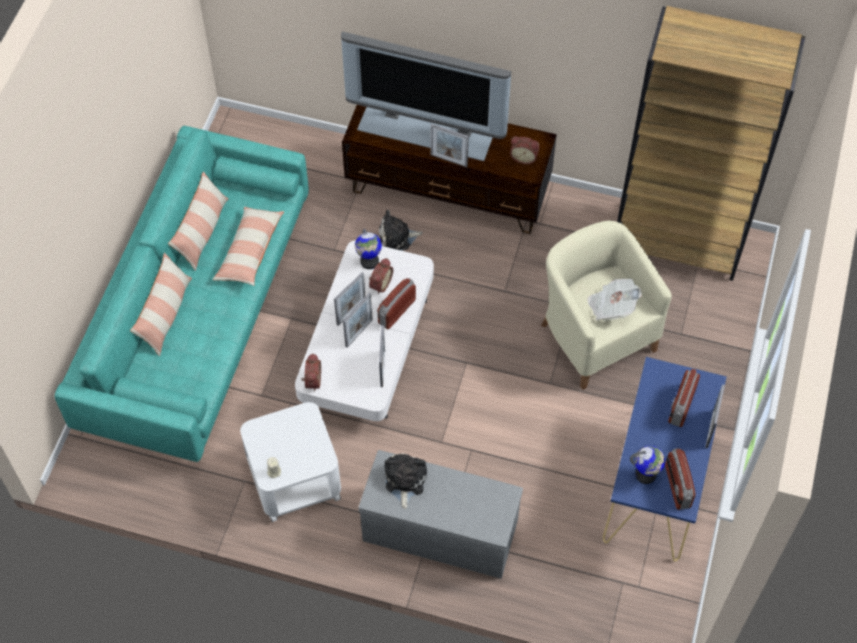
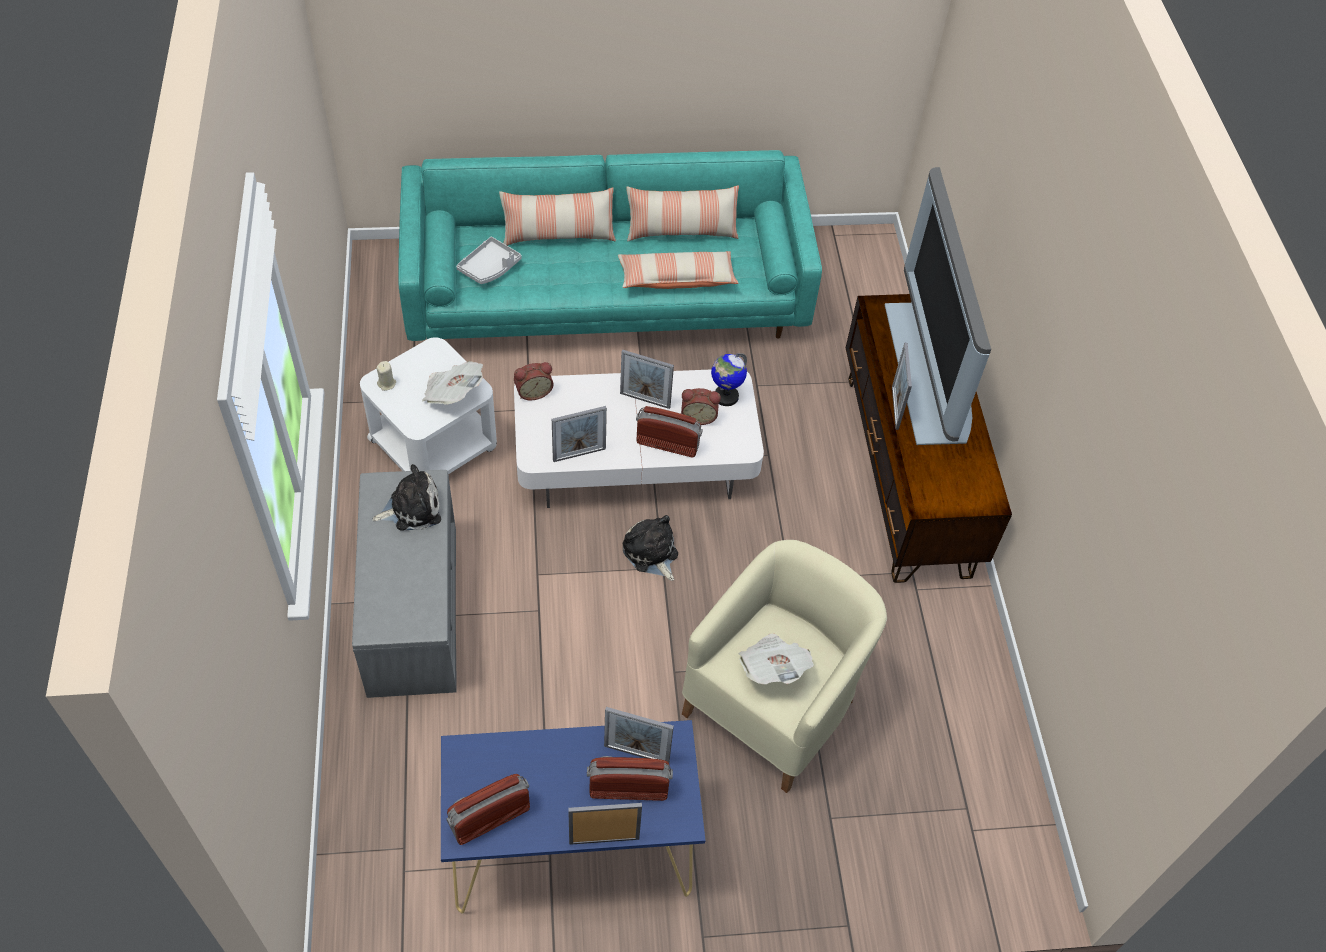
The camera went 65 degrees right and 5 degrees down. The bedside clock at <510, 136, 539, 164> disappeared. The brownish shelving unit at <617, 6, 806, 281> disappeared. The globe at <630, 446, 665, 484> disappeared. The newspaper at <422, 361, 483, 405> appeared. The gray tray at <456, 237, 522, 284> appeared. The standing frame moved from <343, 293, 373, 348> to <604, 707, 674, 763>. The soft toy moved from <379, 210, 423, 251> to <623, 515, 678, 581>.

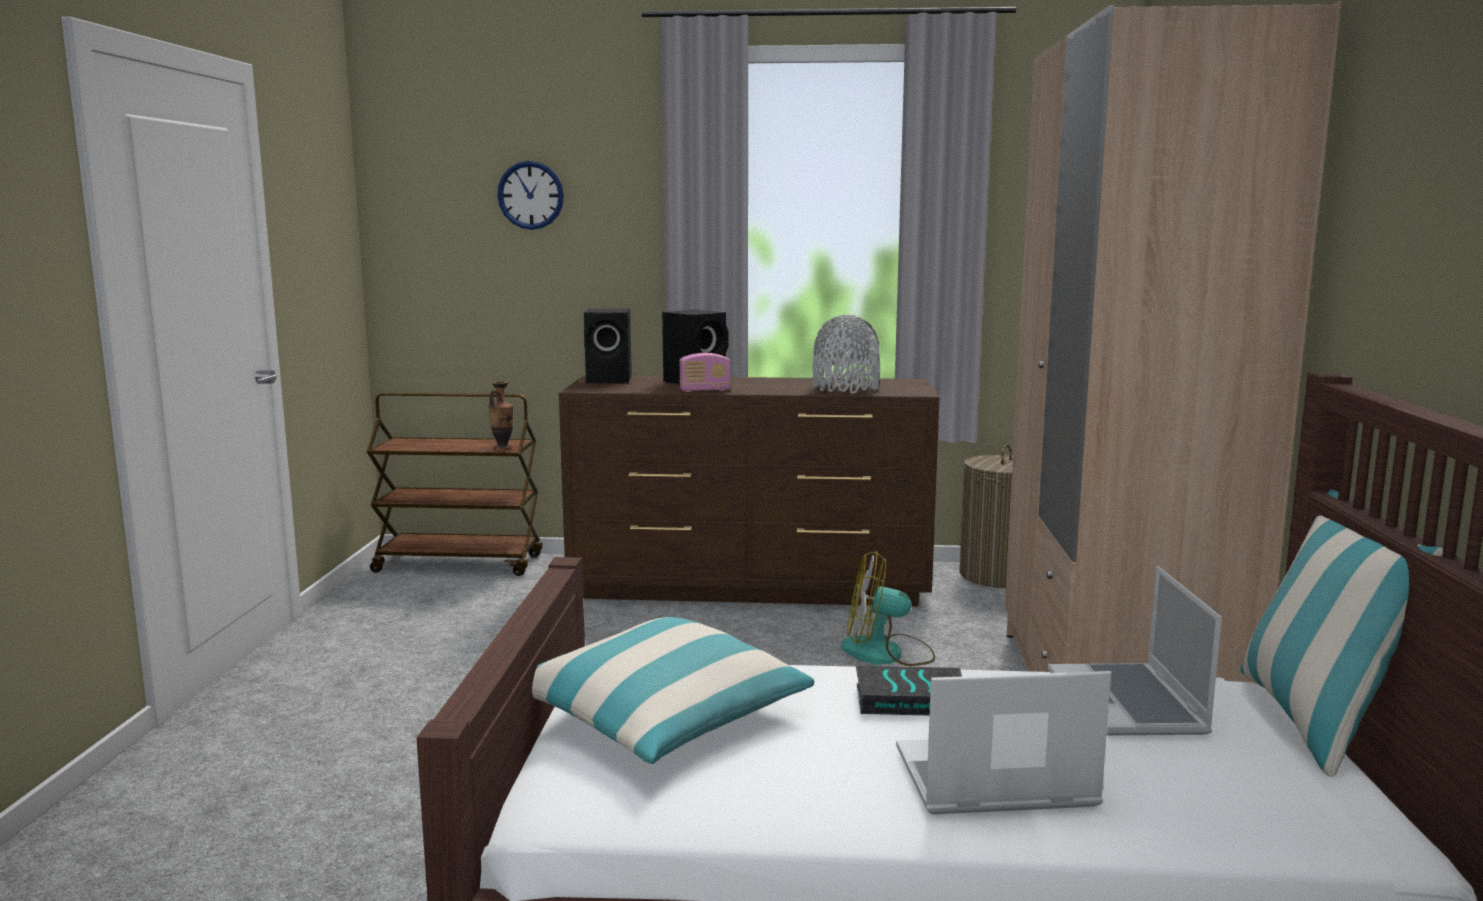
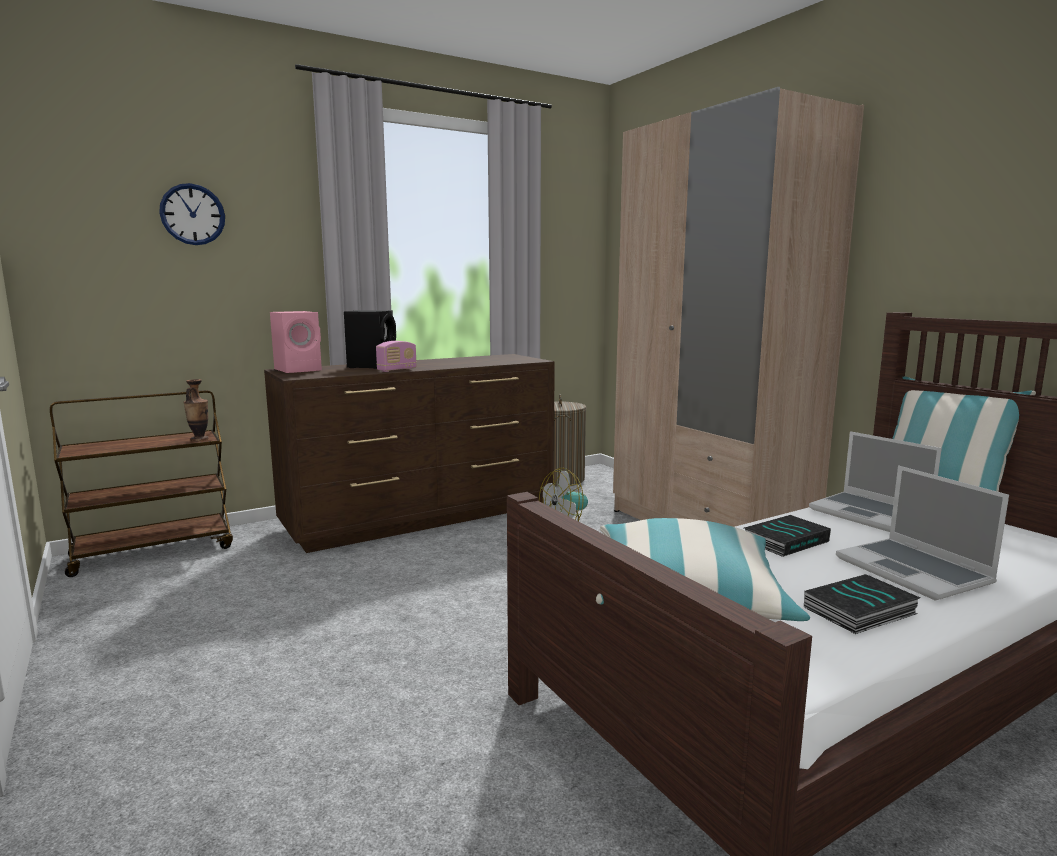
The camera went 35 degrees left and 0 degrees up. The gray decorative vase at <812, 315, 880, 394> disappeared. The bound book at <804, 574, 920, 634> appeared. The black-coloured audio speaker at <584, 309, 632, 383> became the pinkish audio speaker at <270, 311, 322, 373>. The notebook computer at <896, 671, 1111, 814> turned 75 degrees counterclockwise.

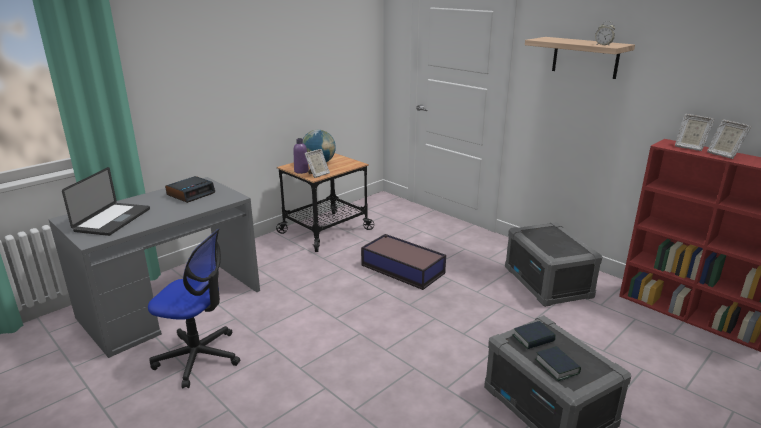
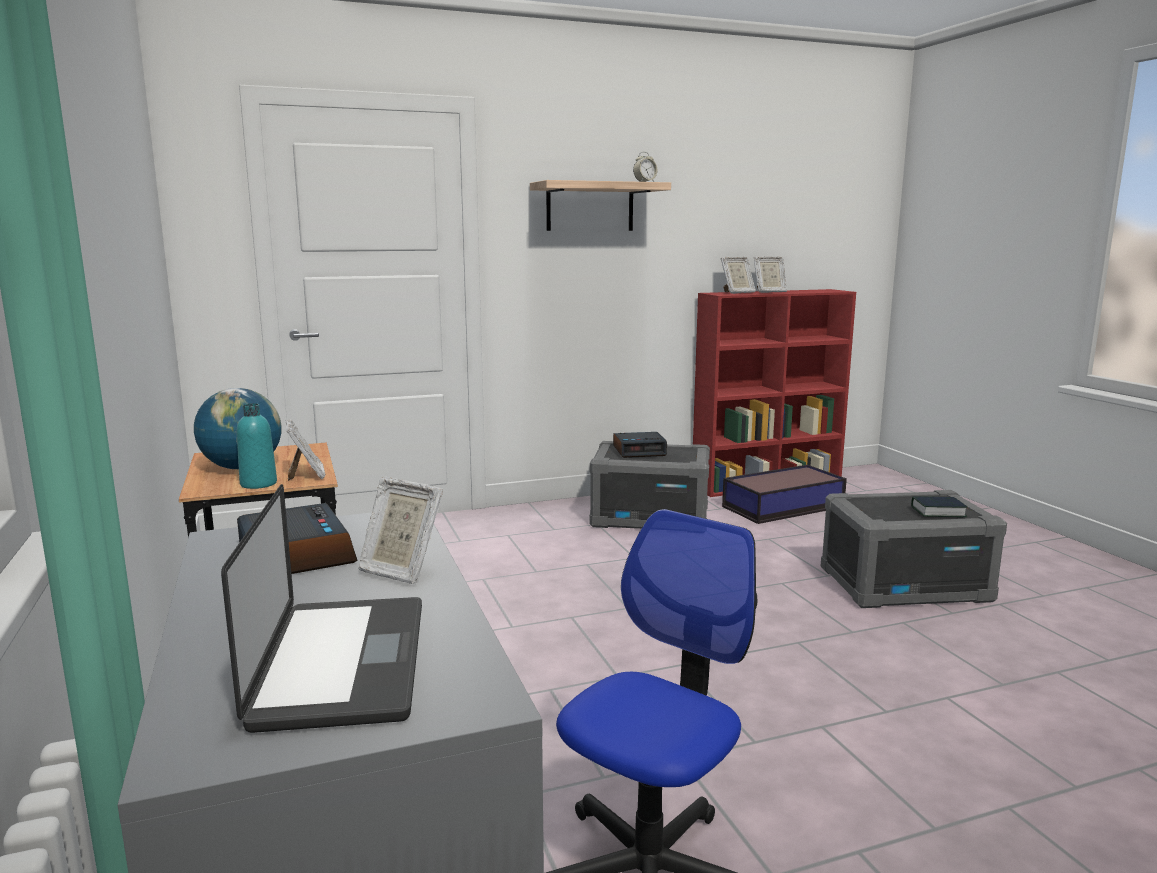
The camera went 65 degrees left and 10 degrees down. The bound book at <512, 321, 556, 349> disappeared. The standing frame at <358, 477, 443, 585> appeared. The bedside clock at <613, 432, 667, 458> appeared. The storage container moved from <361, 234, 446, 290> to <722, 465, 847, 524>. The purple drink bottle at <293, 138, 309, 174> became the blue-green drink bottle at <236, 403, 277, 489>. The notebook computer at <62, 167, 150, 236> turned 45 degrees clockwise.

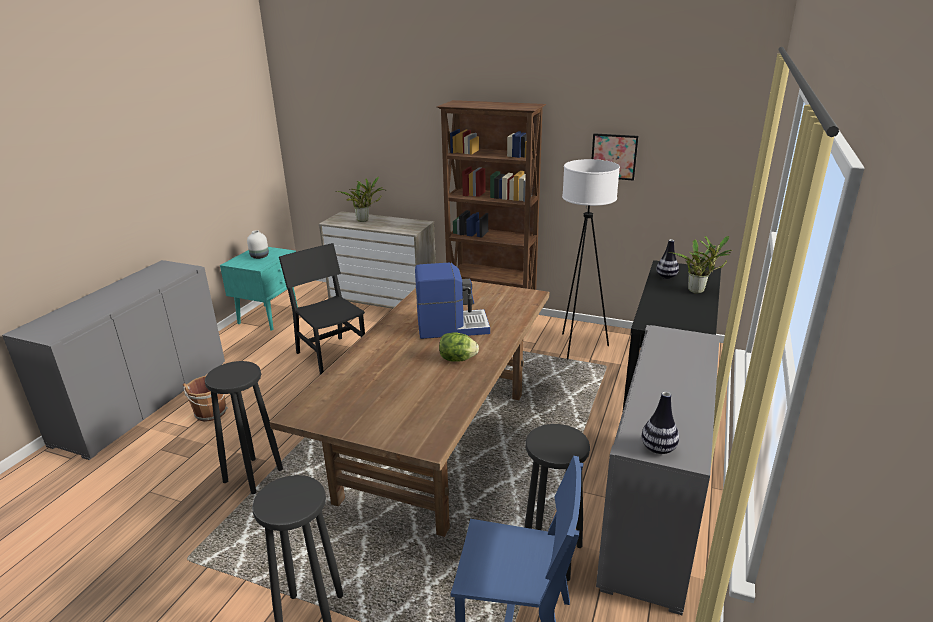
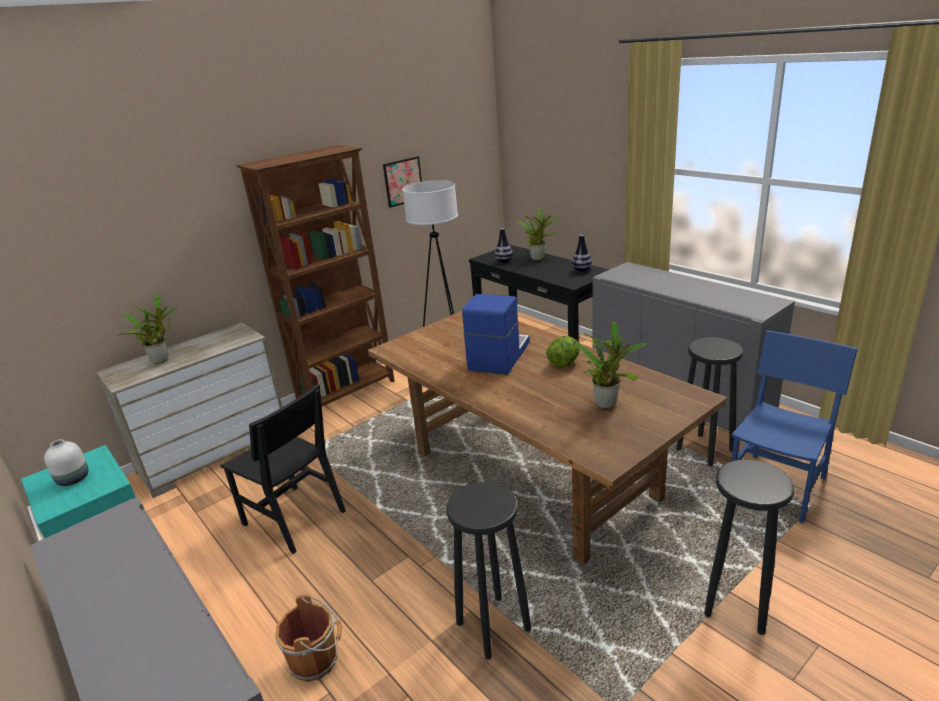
The camera went 60 degrees left and 0 degrees up. The plant in a pot at <576, 321, 646, 409> appeared. The decorative vase moved from <642, 392, 679, 454> to <572, 235, 592, 272>. The black-coloured upright chair at <279, 243, 365, 375> turned 135 degrees counterclockwise.

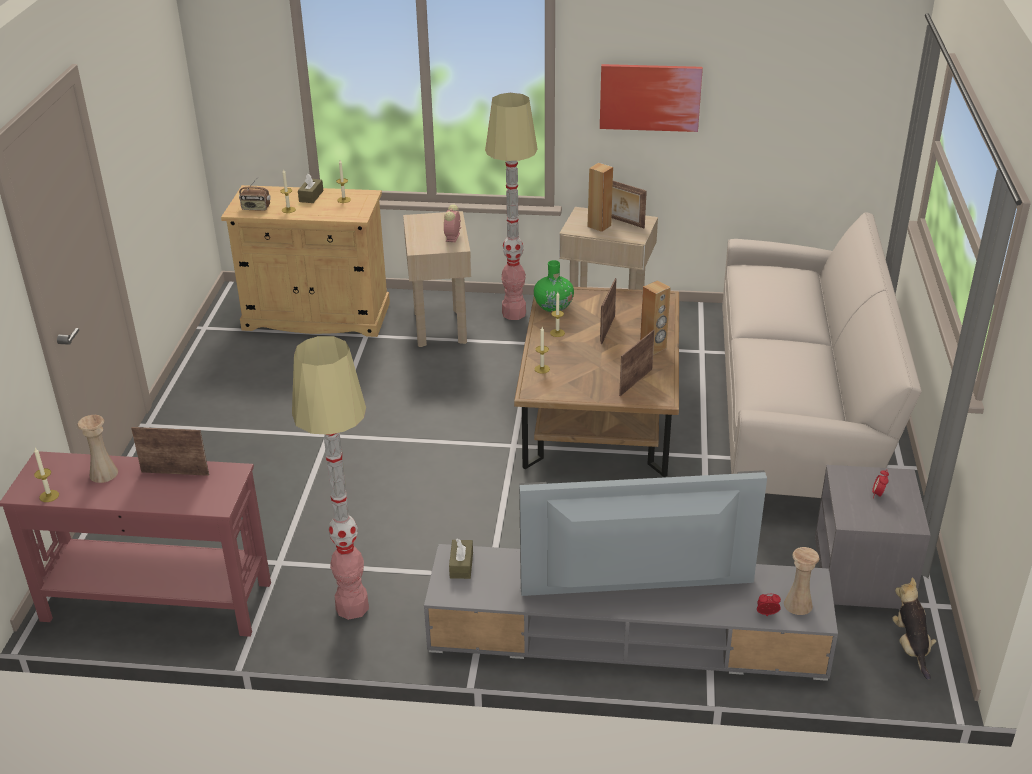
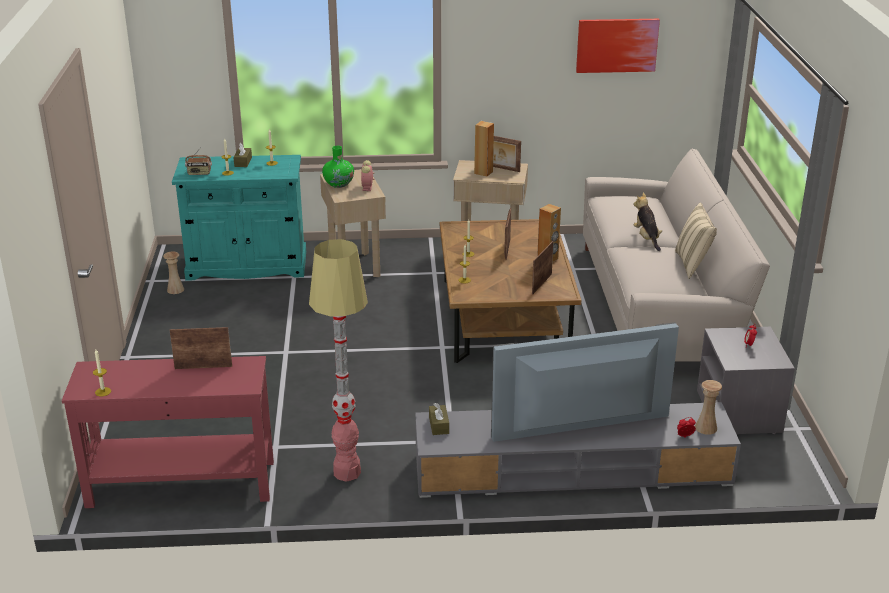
The camera went 10 degrees left and 5 degrees down. The standing lamp at <485, 93, 538, 320> disappeared. The beige cushion at <675, 202, 717, 279> appeared. The beige decorative vase moved from <78, 415, 118, 483> to <163, 252, 184, 294>. The green decorative vase moved from <534, 260, 574, 313> to <322, 146, 354, 188>. The wall art moved from <600, 64, 703, 132> to <576, 19, 660, 73>. The soft toy moved from <892, 577, 936, 680> to <634, 193, 662, 251>. The beige cabinet at <221, 185, 390, 337> became the blue-green cabinet at <172, 155, 306, 281>.

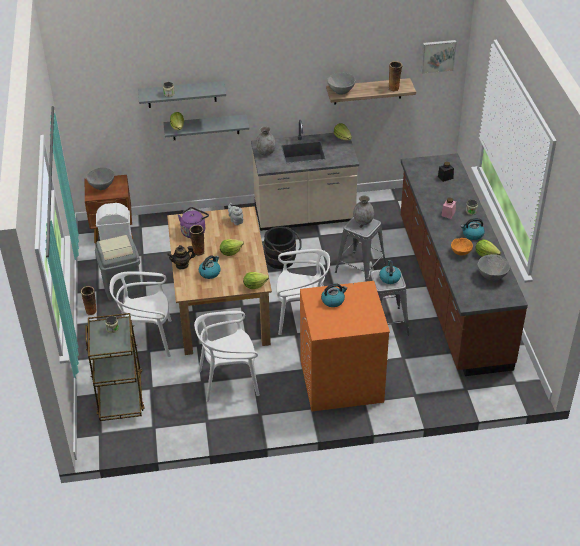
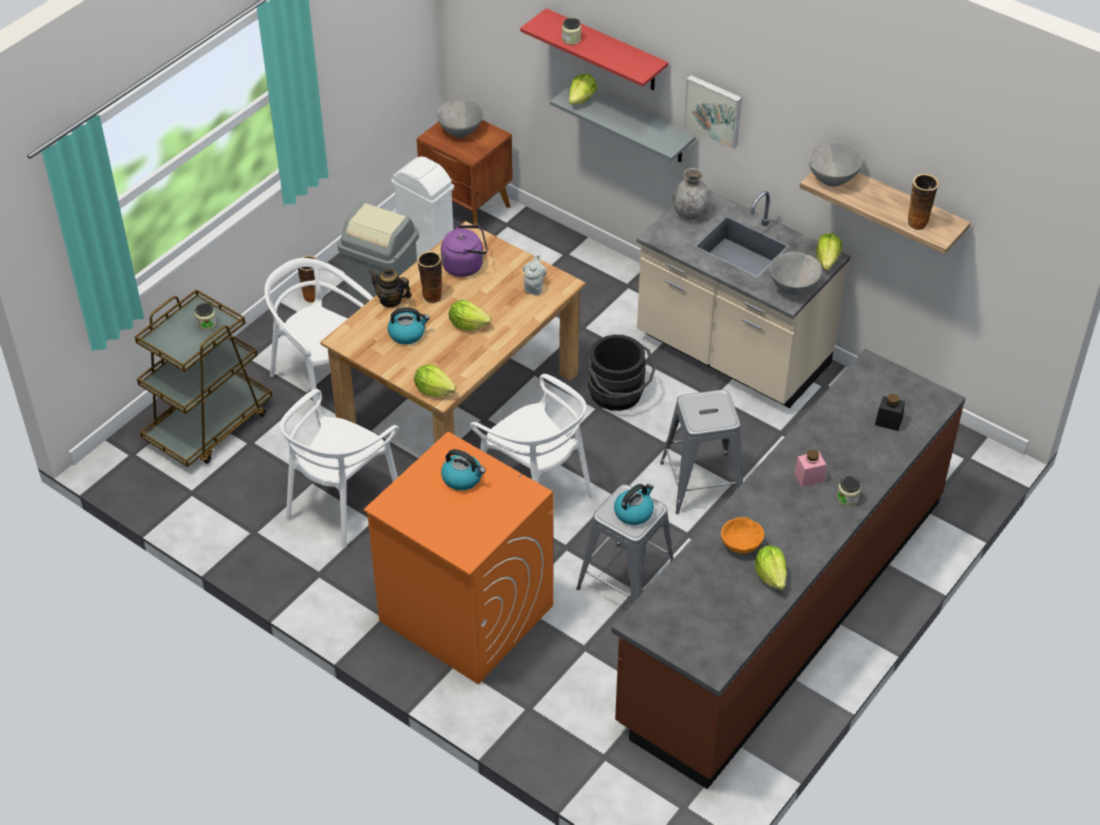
The camera went 45 degrees right and 5 degrees up. The gray decorative vase at <353, 195, 374, 225> disappeared. The water kettle at <461, 218, 485, 240> disappeared. The wall art moved from <421, 40, 457, 74> to <684, 75, 742, 149>. The gray deep dish moved from <477, 254, 510, 281> to <769, 252, 822, 295>. The gray wall shelf at <138, 81, 226, 108> became the red-coloured wall shelf at <520, 8, 668, 90>. The white-coloured upright chair at <194, 311, 260, 402> turned 90 degrees counterclockwise.

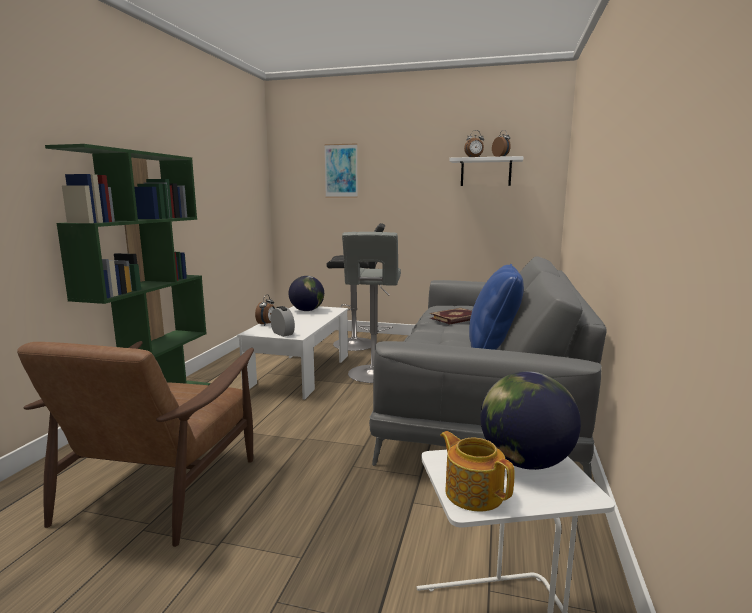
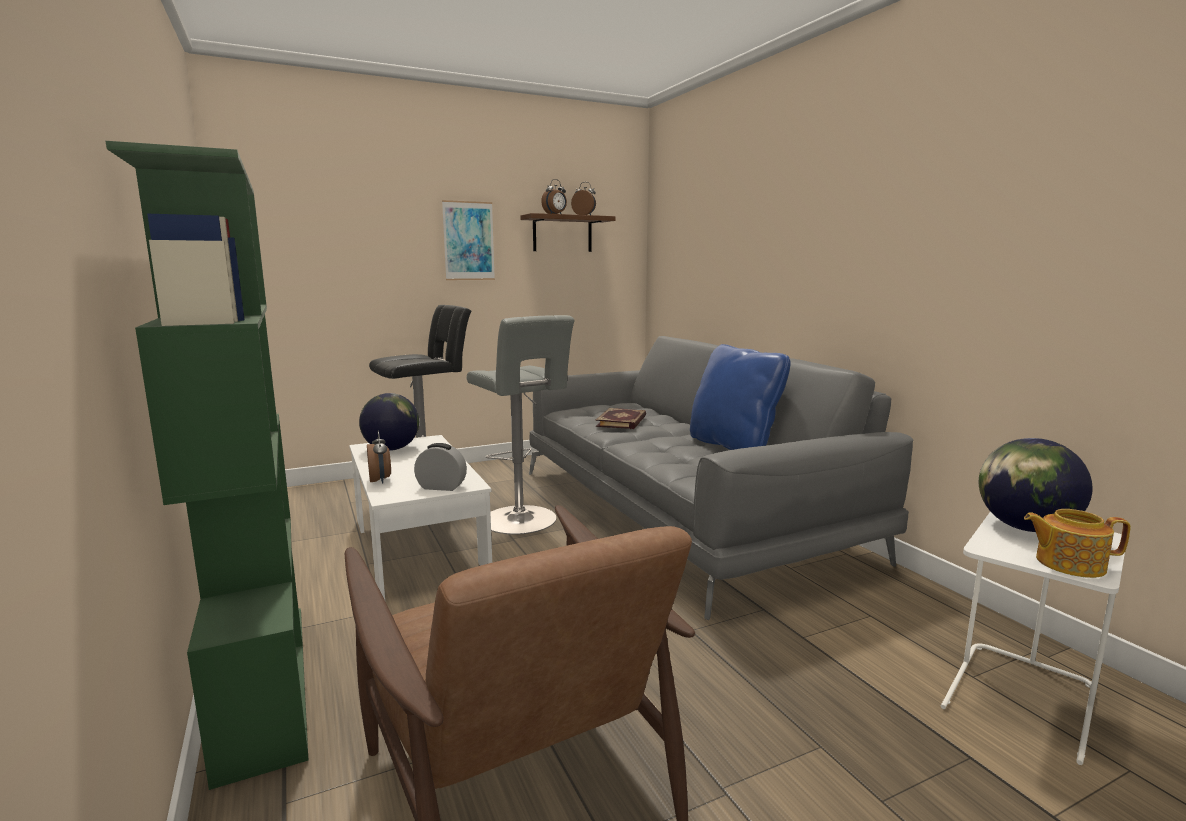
The camera went 40 degrees left and 0 degrees up. The wall art moved from <324, 143, 358, 198> to <442, 200, 495, 280>. The white-coloured wall shelf at <449, 156, 524, 186> became the brownish wall shelf at <520, 213, 615, 252>.

